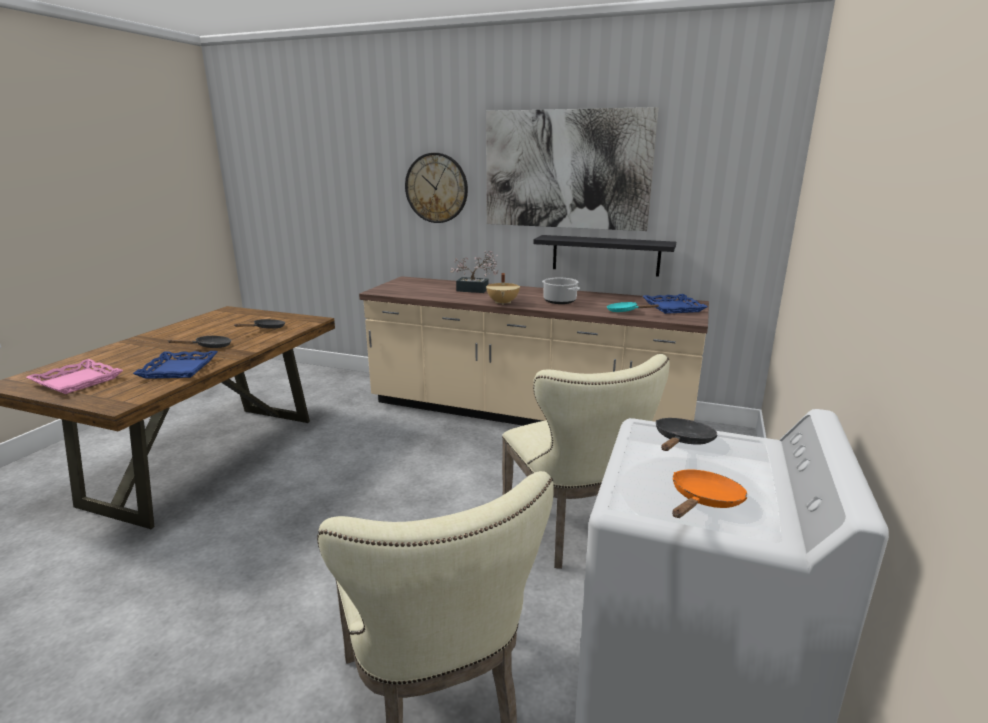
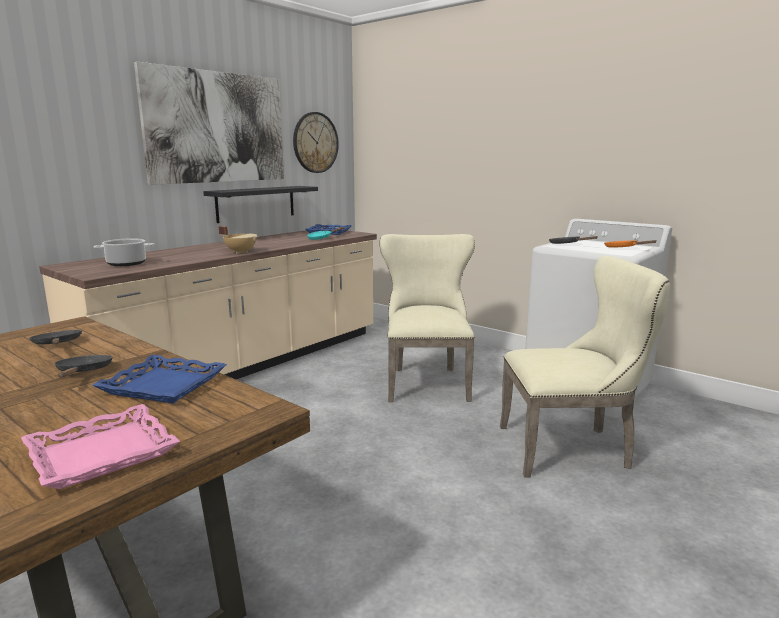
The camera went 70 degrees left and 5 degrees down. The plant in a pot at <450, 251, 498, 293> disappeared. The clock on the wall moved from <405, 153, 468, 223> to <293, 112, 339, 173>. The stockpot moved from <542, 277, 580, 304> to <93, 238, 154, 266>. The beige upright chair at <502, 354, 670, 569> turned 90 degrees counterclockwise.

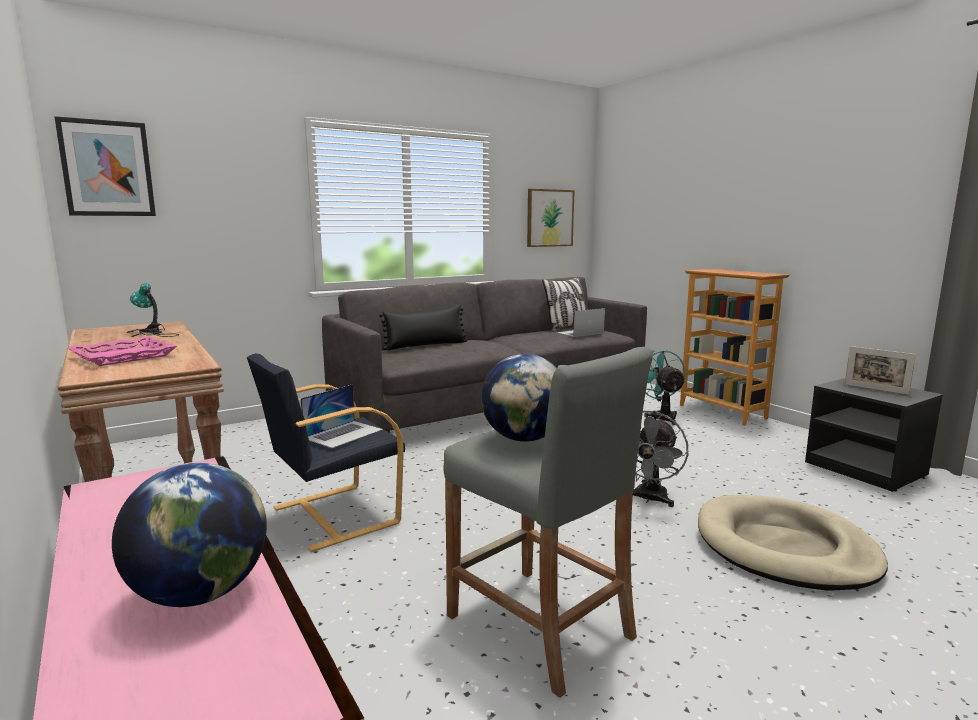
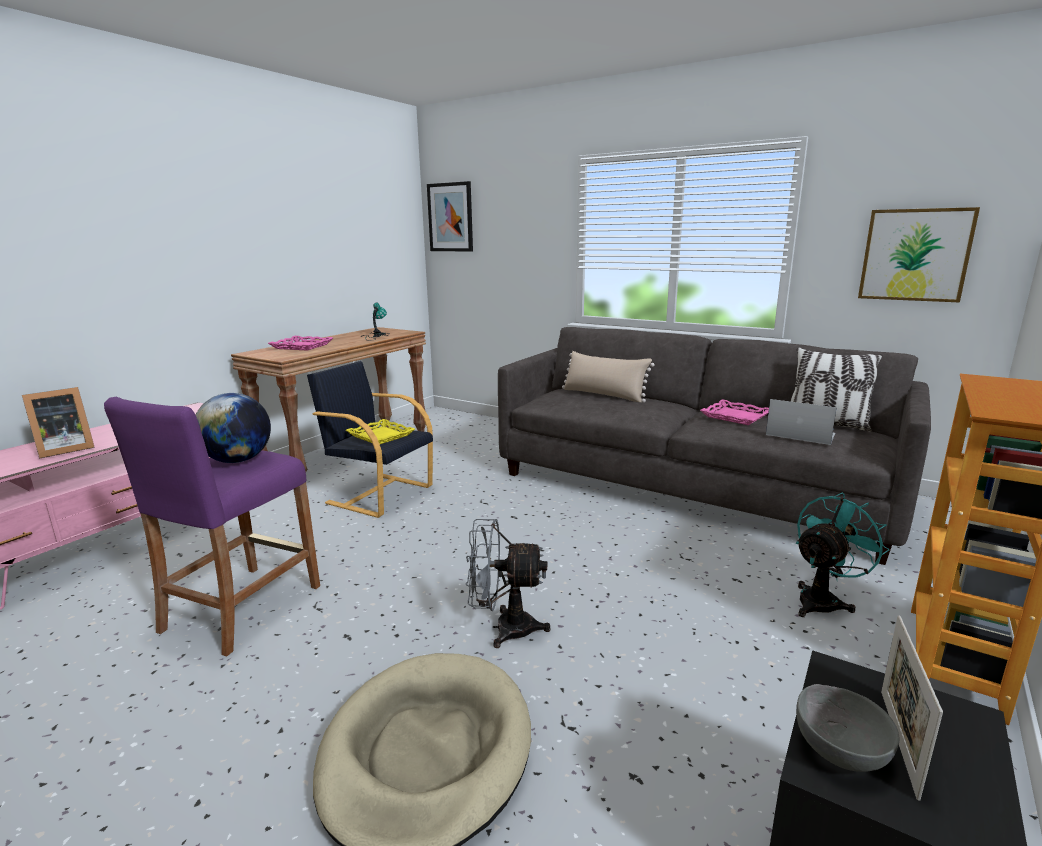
The camera went 65 degrees right and 5 degrees up. The pinkish tray at <700, 399, 769, 425> appeared. The gray deep dish at <796, 684, 900, 772> appeared. The globe at <112, 462, 267, 607> was replaced by the standing frame at <22, 387, 94, 459>. The notebook computer at <300, 384, 383, 448> was replaced by the yellowish tray at <346, 419, 415, 444>. The black-coloured cushion at <379, 304, 467, 350> became the beige cushion at <562, 351, 654, 402>. The gray sitting stool at <443, 347, 653, 698> became the purple sitting stool at <104, 397, 320, 657>.

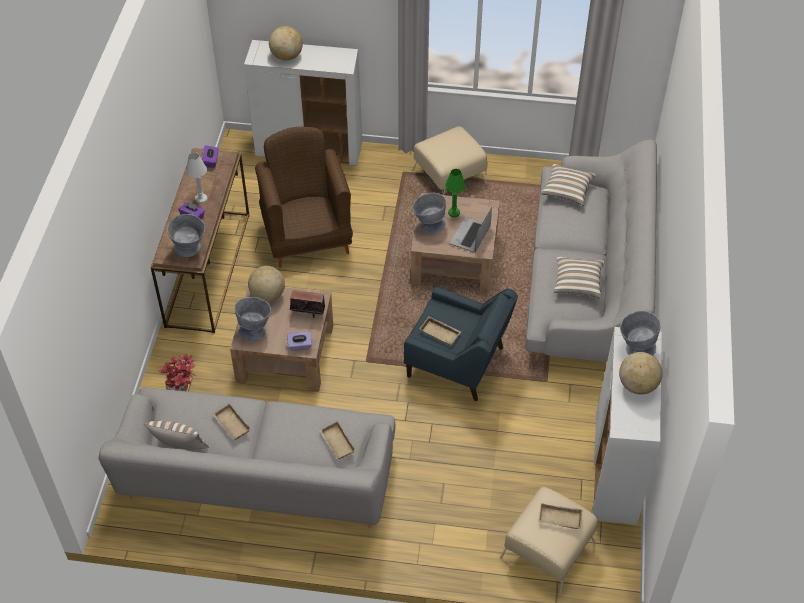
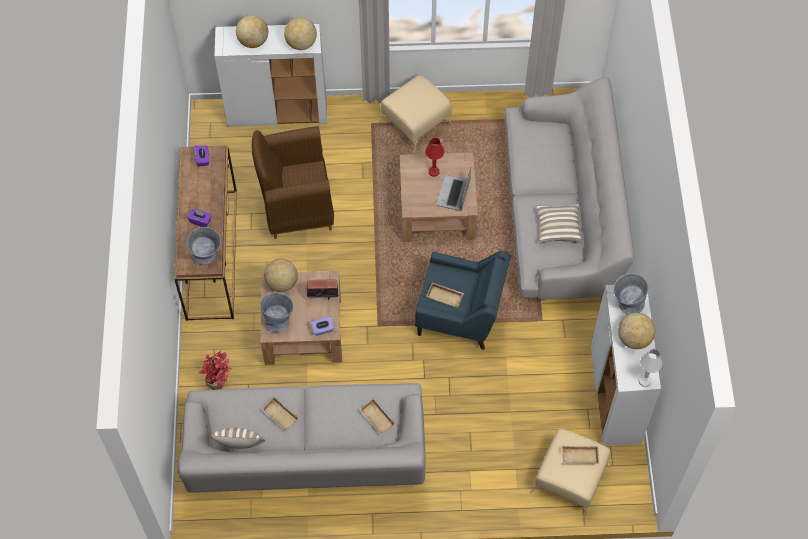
The camera went 10 degrees left and 10 degrees up. The gray deep dish at <413, 193, 446, 234> disappeared. The cushion at <540, 164, 596, 206> disappeared. The globe at <284, 17, 317, 50> appeared. The white-coloured lamp for a table moved from <186, 152, 207, 204> to <639, 349, 662, 387>. The green lamp for a table at <445, 169, 466, 217> became the red-coloured lamp for a table at <425, 138, 444, 177>. The brownish easy chair at <255, 127, 353, 268> turned 75 degrees counterclockwise.

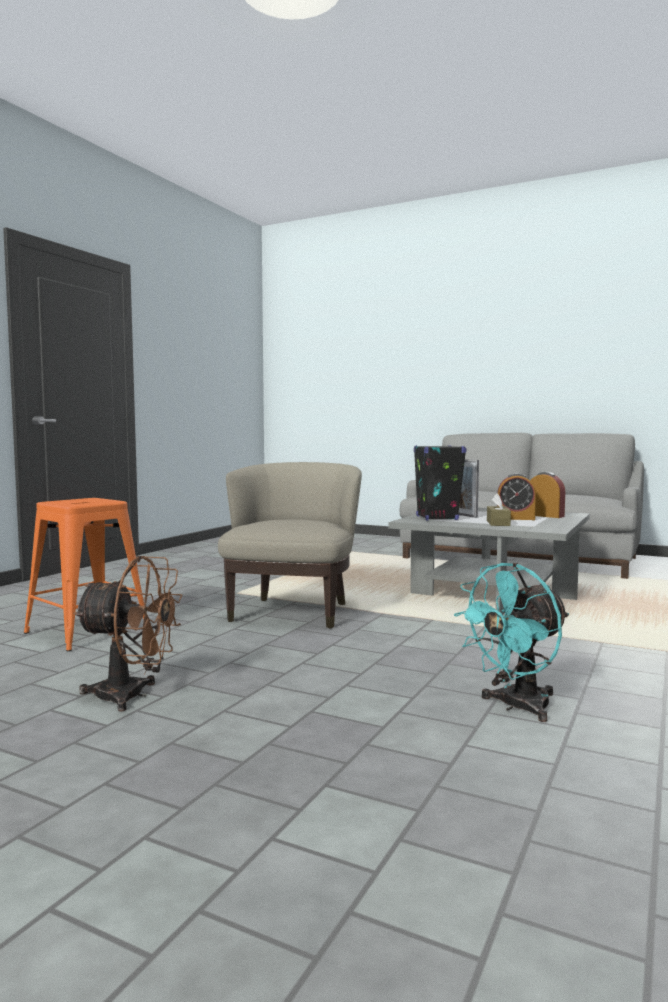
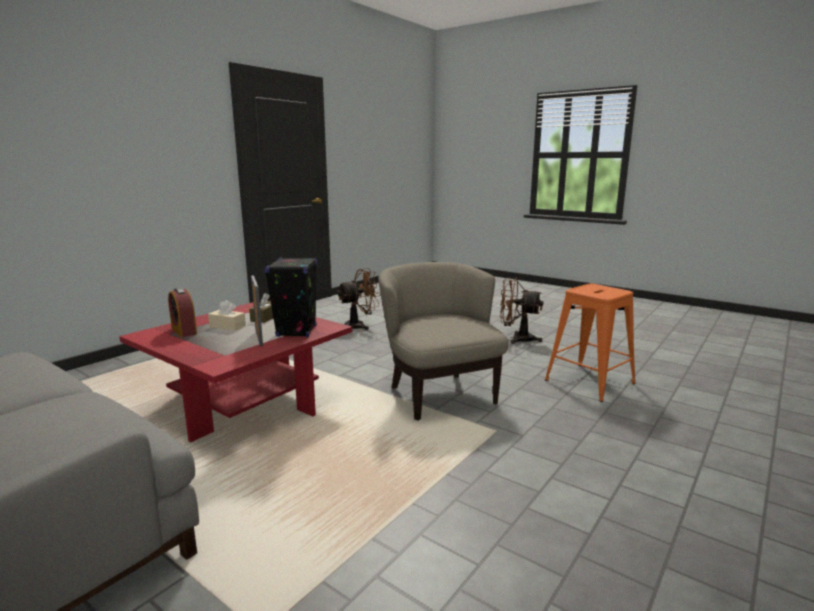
The camera went 170 degrees left and 10 degrees up. The bedside clock at <497, 473, 536, 520> was replaced by the beige tissue box at <208, 300, 246, 331>. The gray lounge table at <388, 508, 590, 615> became the red-coloured lounge table at <119, 302, 353, 442>. The blue-green cooling fan at <454, 563, 569, 722> became the brownish cooling fan at <337, 268, 381, 330>. The beige easy chair at <218, 462, 362, 628> turned 135 degrees clockwise.

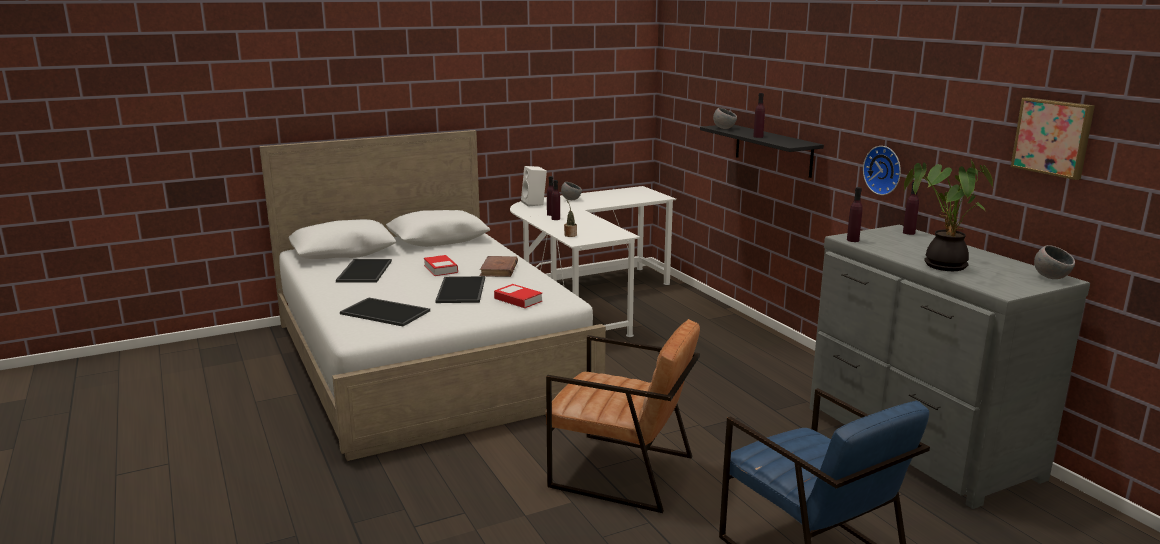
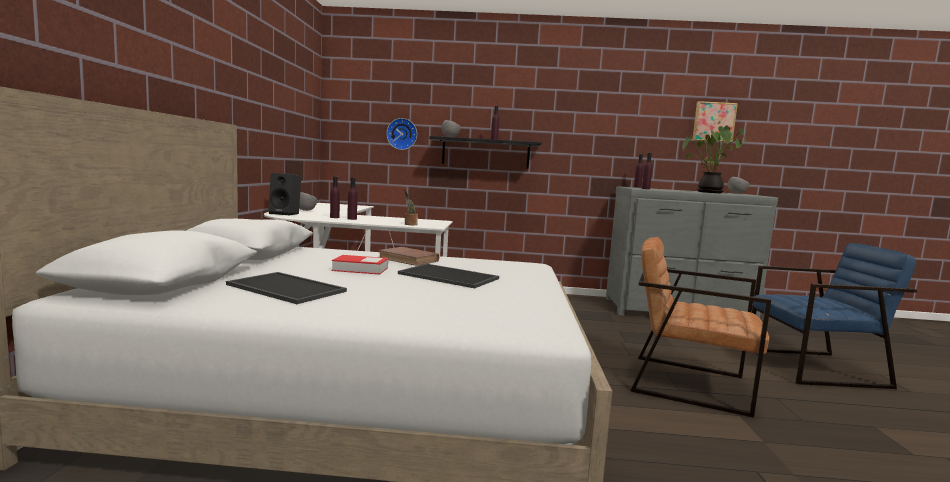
The camera went 60 degrees left and 10 degrees down. The tray at <340, 297, 430, 326> disappeared. The bound book at <494, 284, 542, 308> disappeared. The clock on the wall moved from <863, 146, 901, 195> to <386, 118, 417, 150>. The white-coloured audio speaker at <521, 166, 547, 207> became the black-coloured audio speaker at <268, 173, 301, 216>. The brownish easy chair at <546, 319, 700, 513> turned 120 degrees counterclockwise.

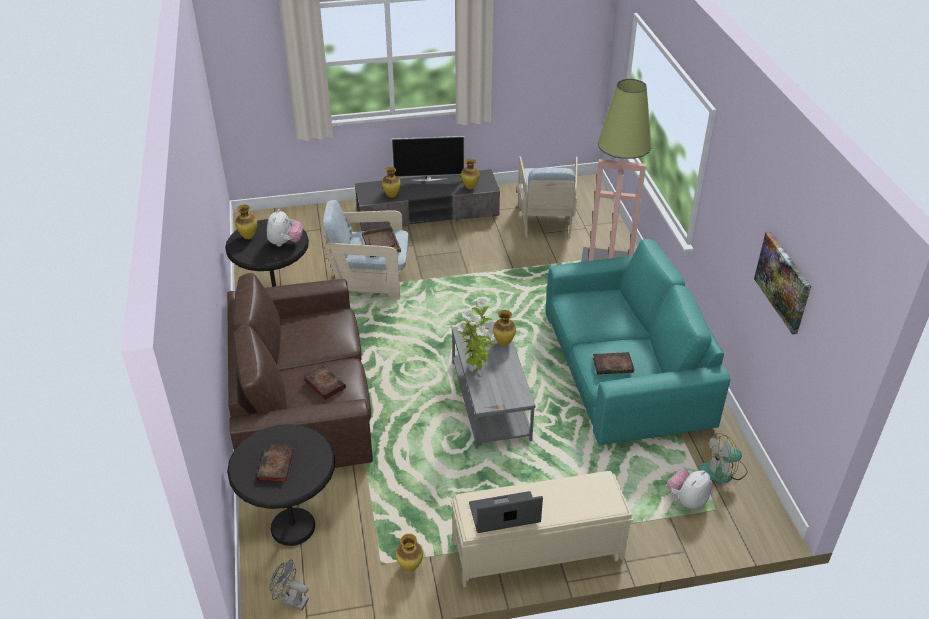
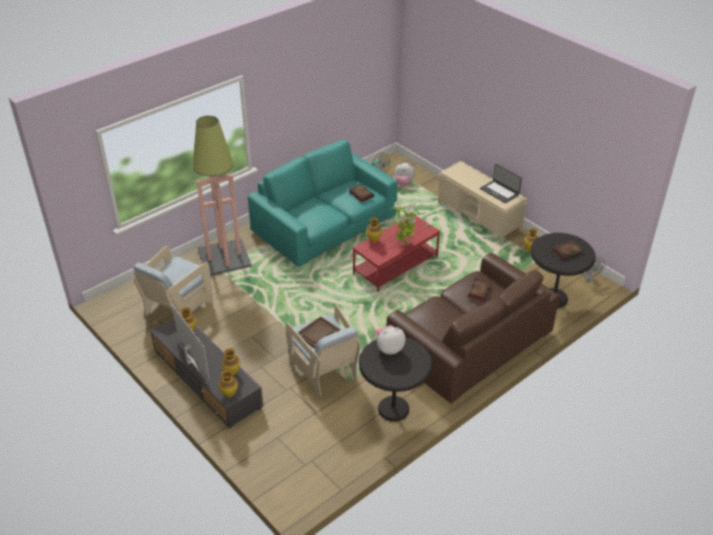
The camera went 120 degrees left and 0 degrees up. The wall art at <754, 232, 811, 334> disappeared. The decorative vase moved from <235, 205, 257, 239> to <219, 370, 238, 397>. The gray lounge table at <452, 322, 535, 449> became the red-coloured lounge table at <352, 216, 440, 292>. The beige easy chair at <517, 156, 578, 239> turned 150 degrees clockwise.

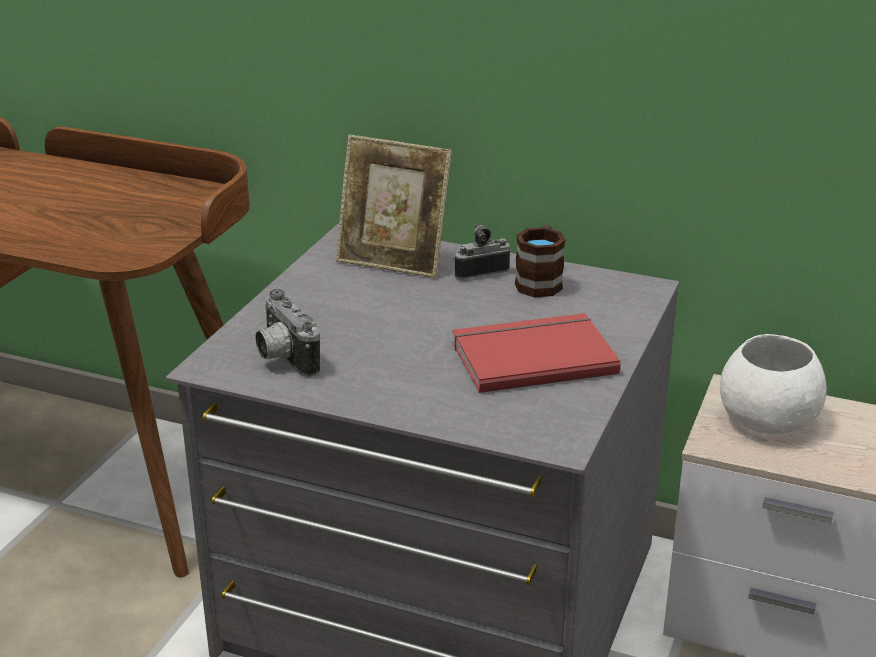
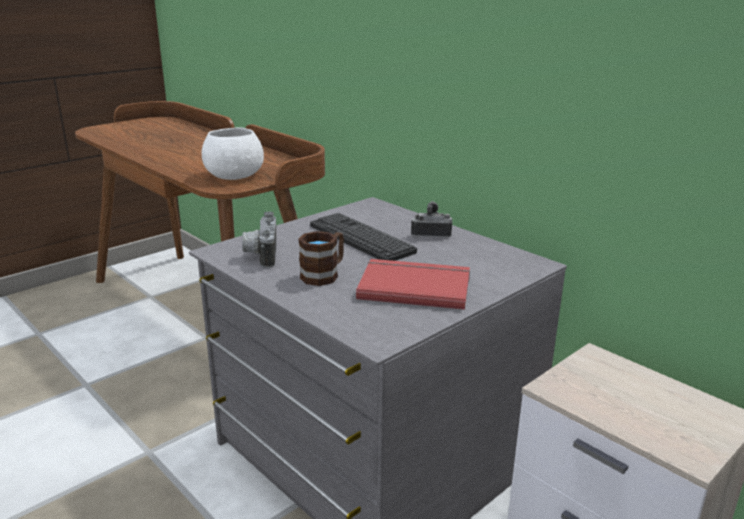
The camera went 25 degrees right and 5 degrees down. The standing frame at <336, 134, 452, 278> disappeared. The PC keyboard at <310, 213, 417, 261> appeared. The brownish tea mug moved from <515, 225, 565, 297> to <298, 231, 344, 286>. The white-coloured deep dish moved from <720, 334, 827, 434> to <202, 128, 264, 180>.

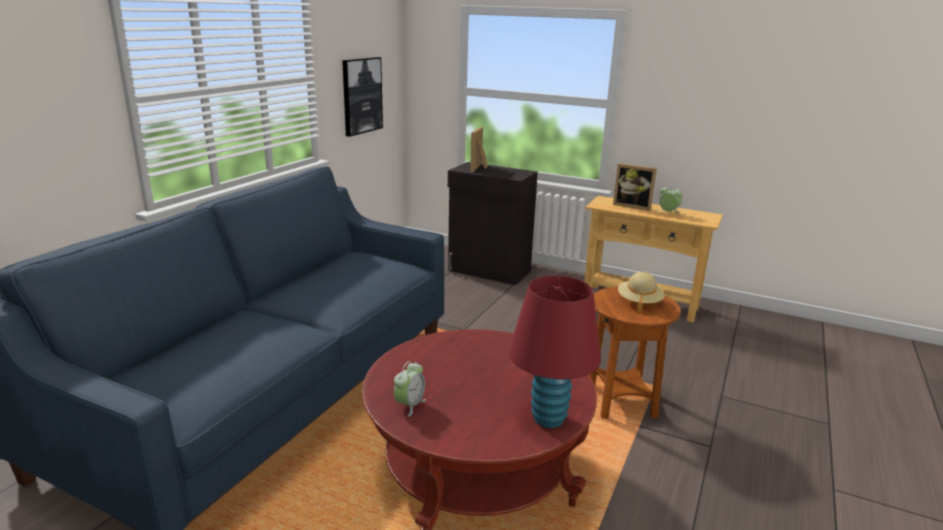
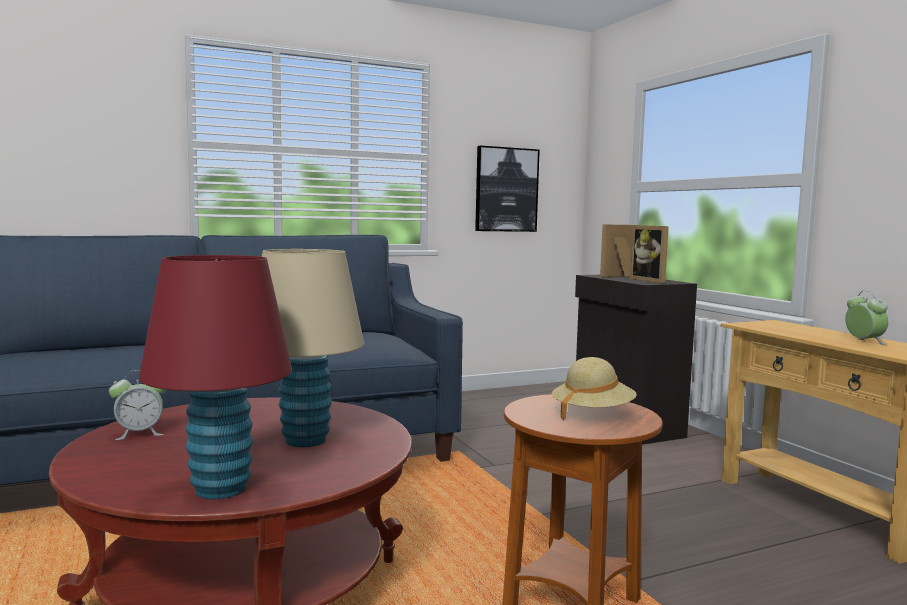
The camera went 40 degrees right and 15 degrees down. The beige lamp for a table at <262, 249, 364, 447> appeared. The standing frame moved from <613, 163, 657, 211> to <630, 225, 669, 283>.

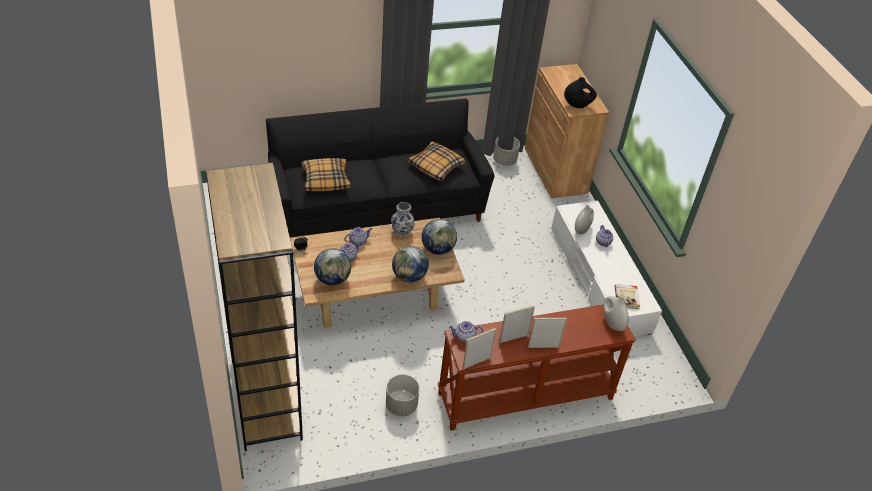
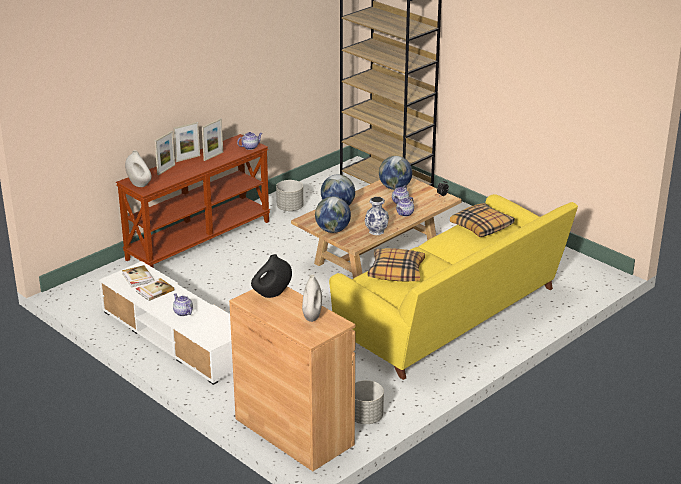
The camera went 155 degrees right and 15 degrees down. The bound book at <136, 278, 174, 301> appeared. The standing frame moved from <462, 328, 496, 369> to <155, 131, 175, 175>. The white-coloured decorative vase moved from <575, 205, 594, 234> to <302, 274, 322, 322>. The black-coloured settee at <266, 98, 494, 238> became the yellowish settee at <329, 194, 578, 380>.

